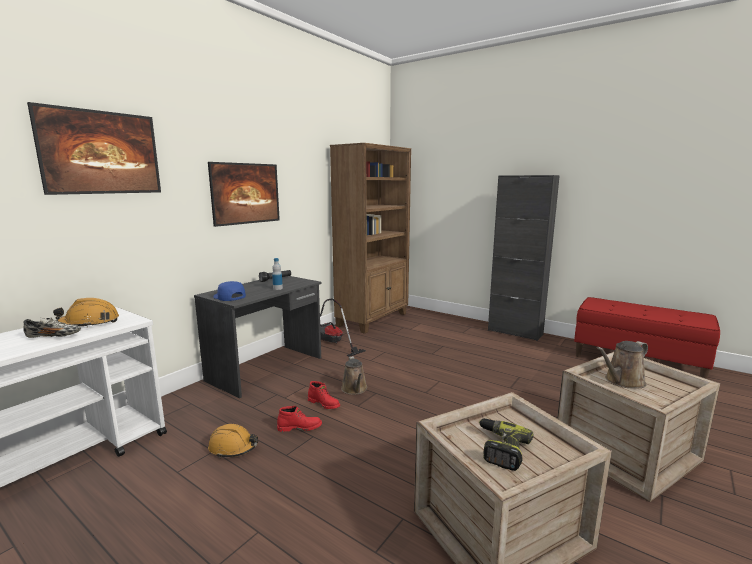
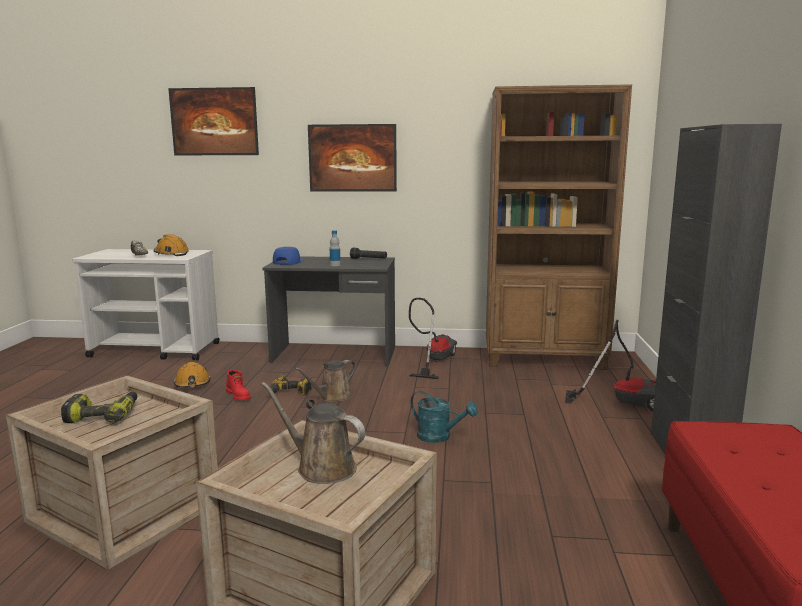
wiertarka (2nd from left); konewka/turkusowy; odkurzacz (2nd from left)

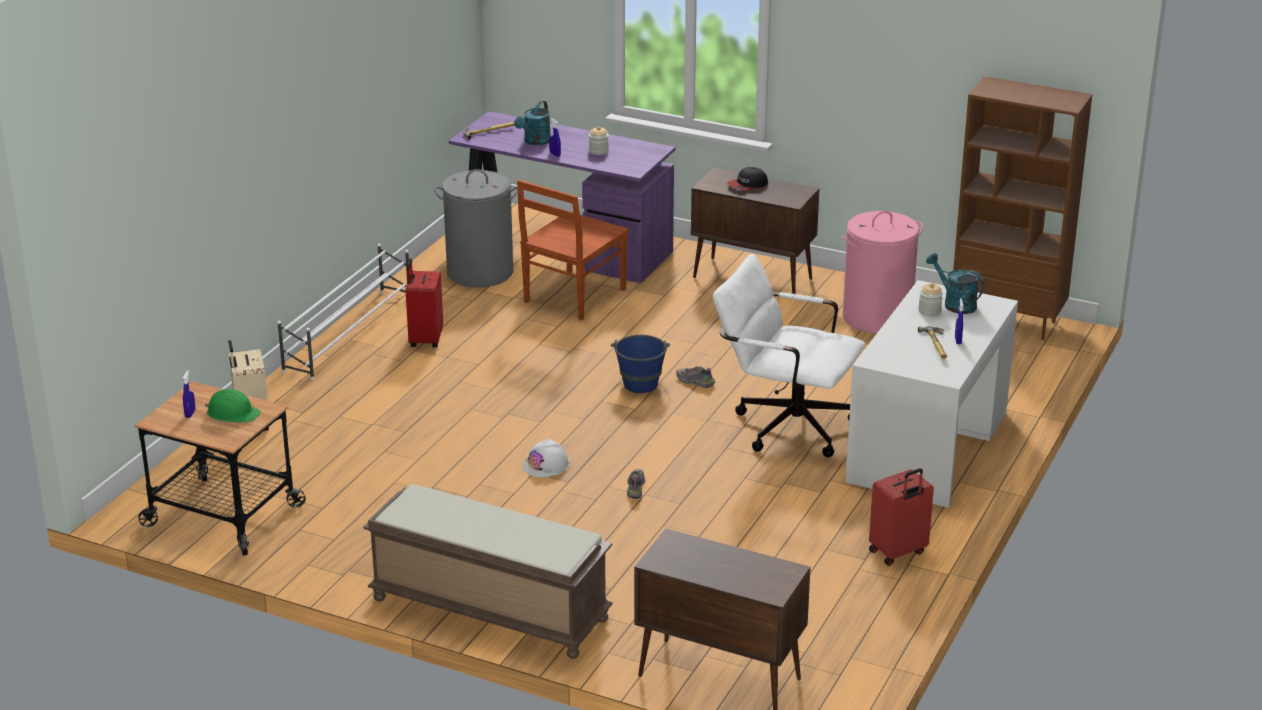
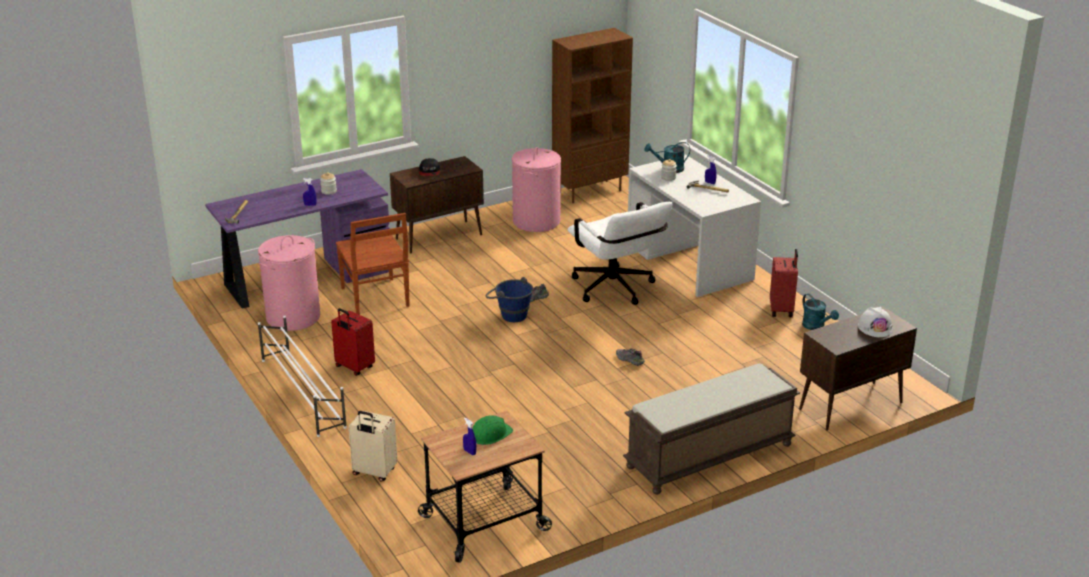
kosz na pranie/różowy (1st from left); krzesło biurowe/biały; konewka/turkusowy (2nd from left); kask/biały

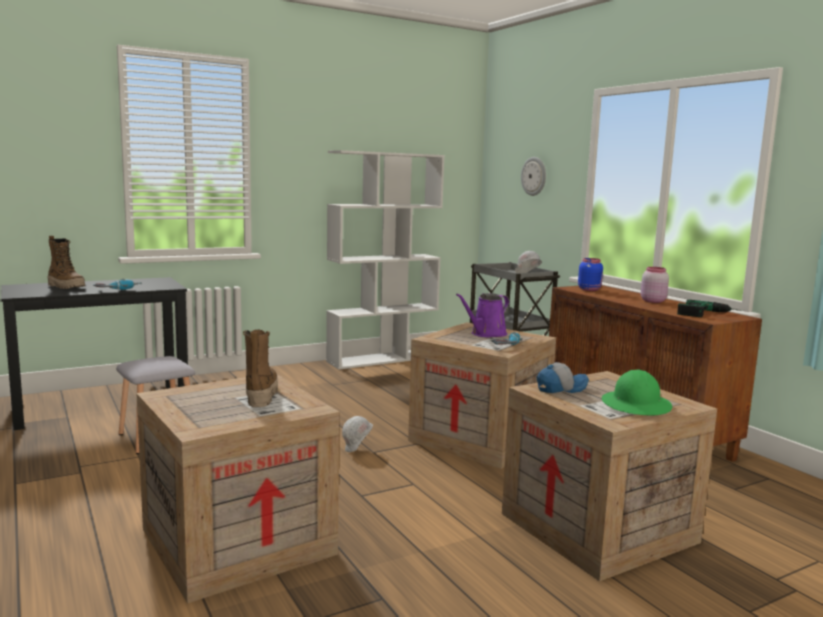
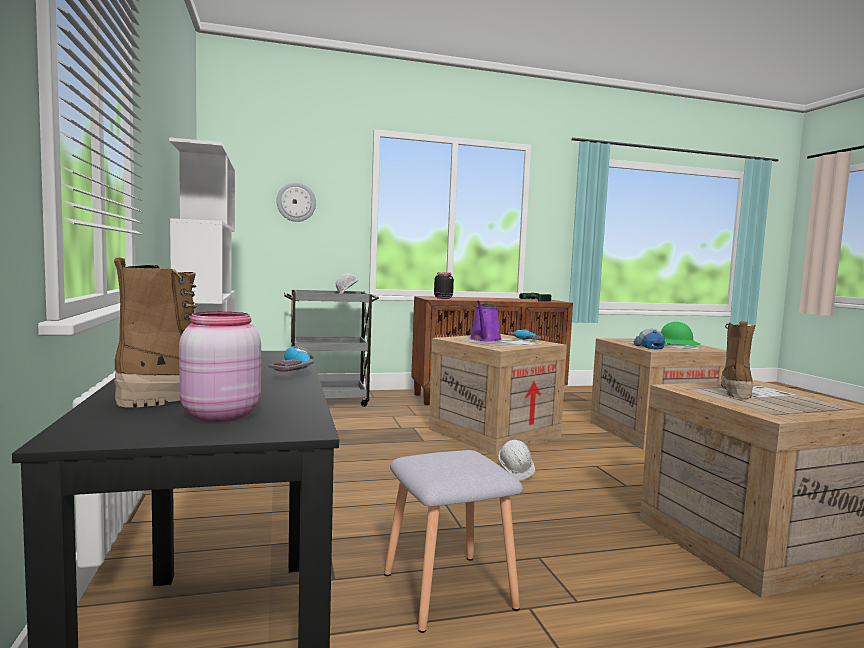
słoik/różowy; słoik/czarny; konewka/fioletowy; but z cholewką (2nd from left)

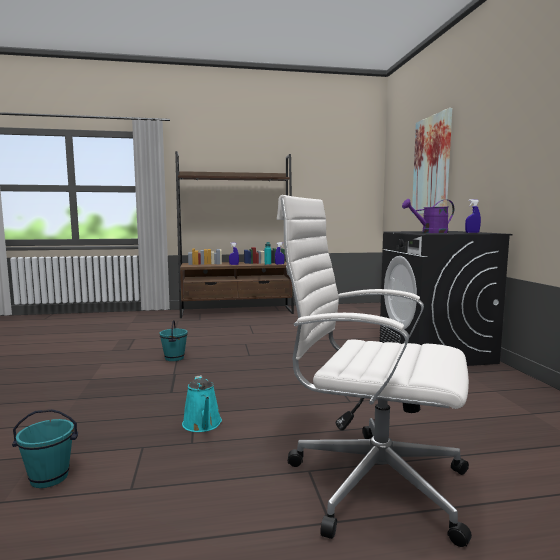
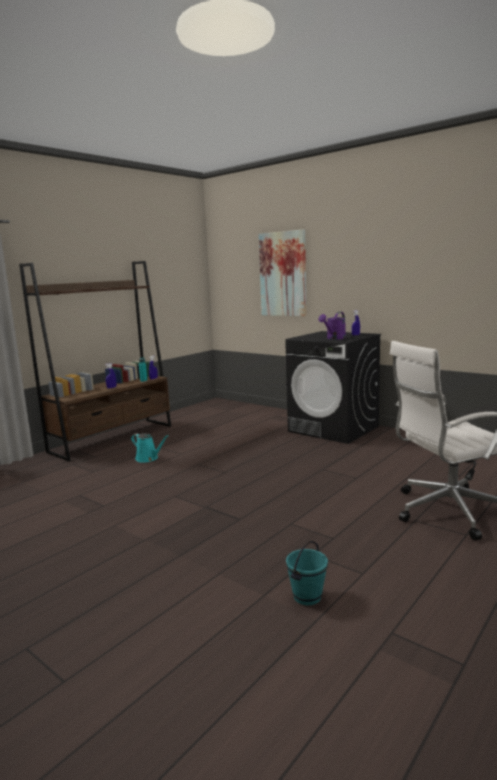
konewka/turkusowy; wiadro/turkusowy (2nd from left in the first image)

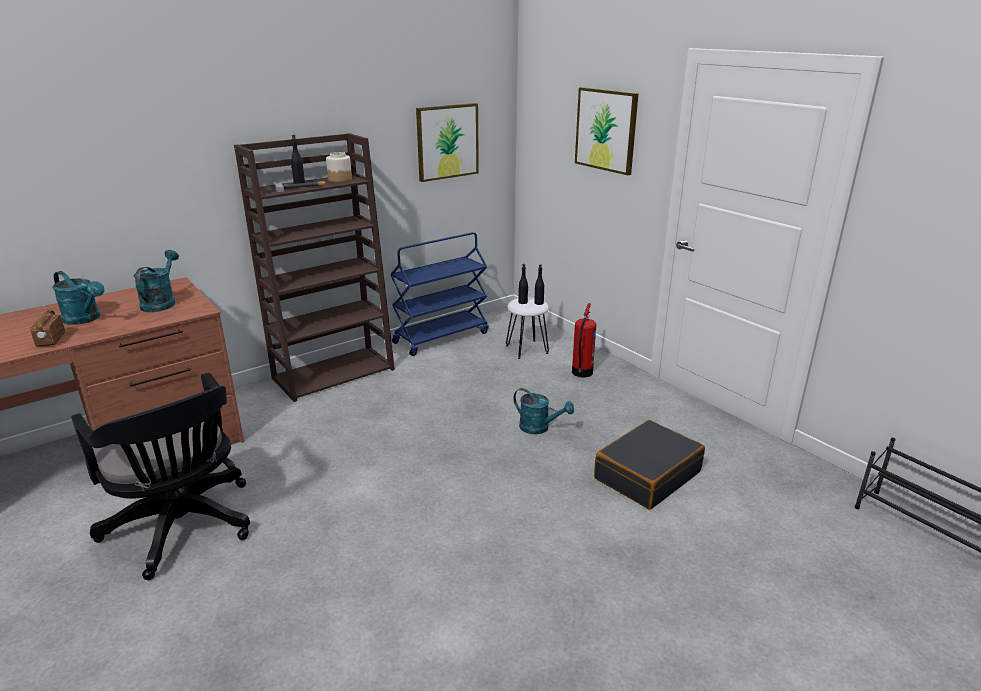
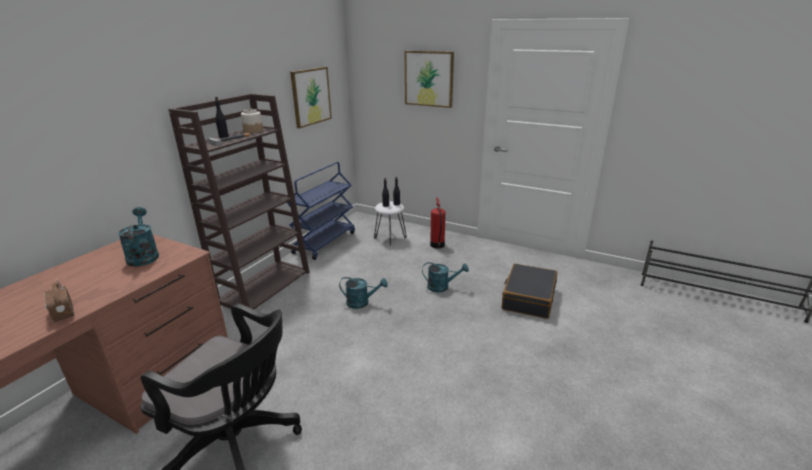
konewka/turkusowy (2nd from left)

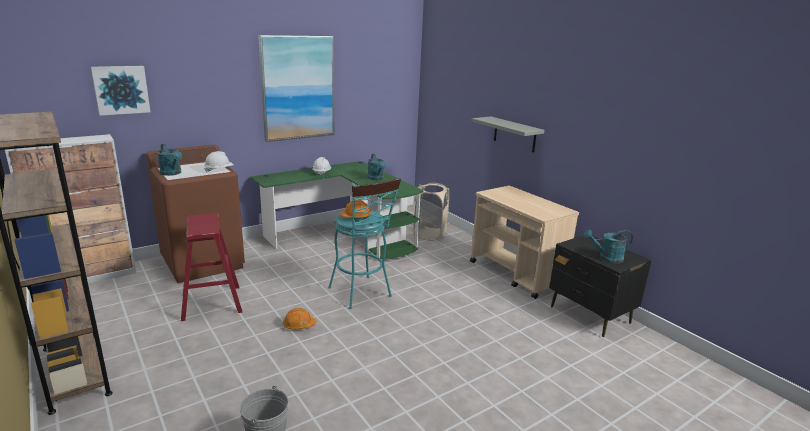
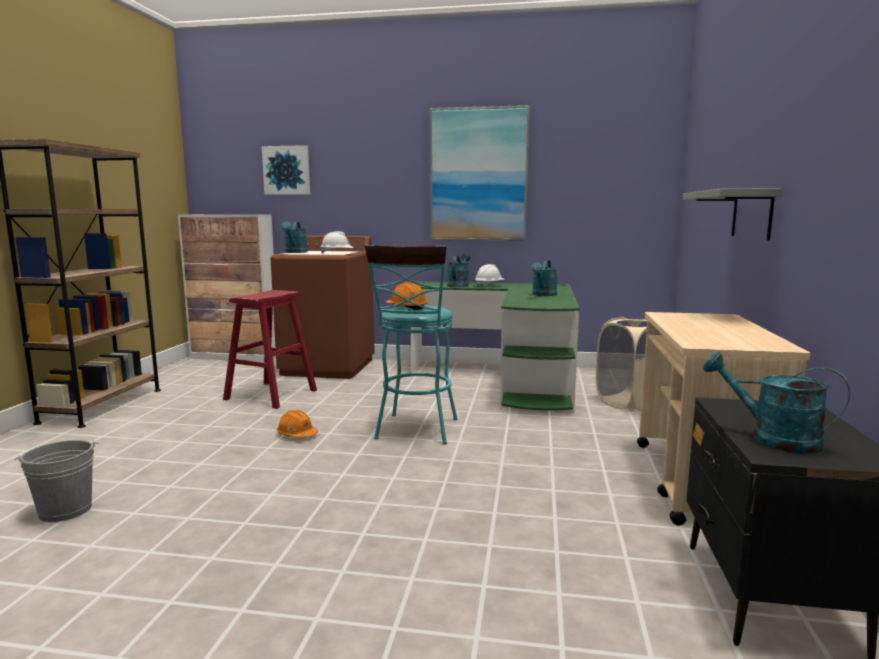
konewka/turkusowy (2nd from left)

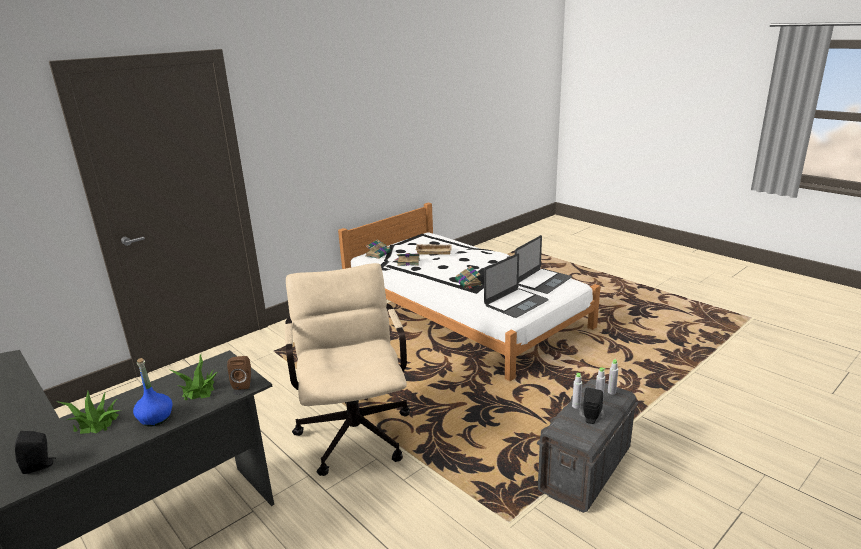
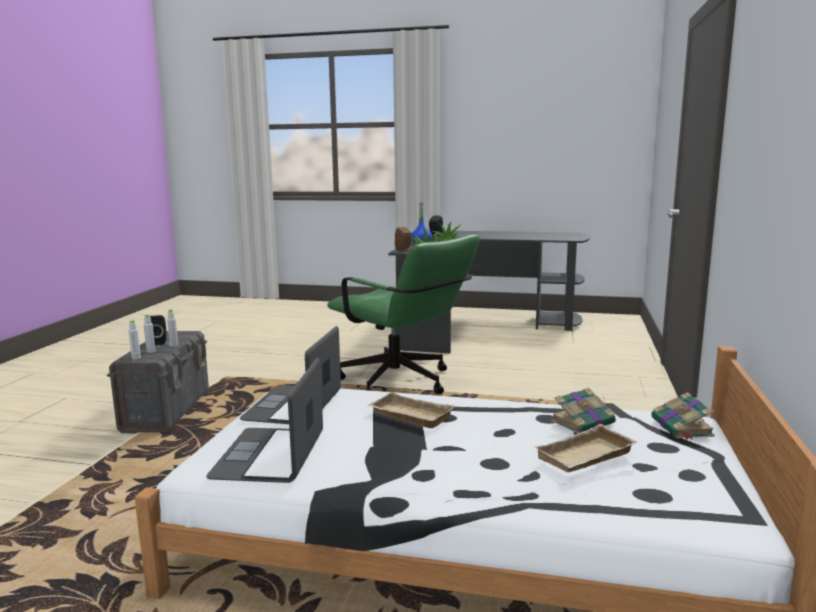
krzesło biurowe/zielony; taca/beżowy (1st from left)

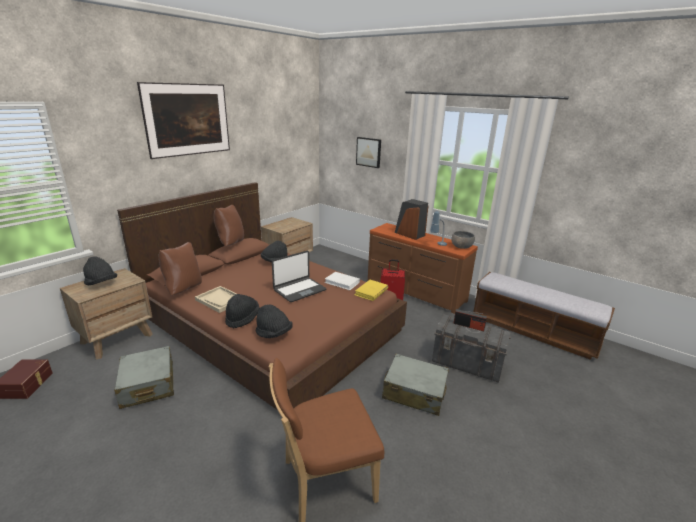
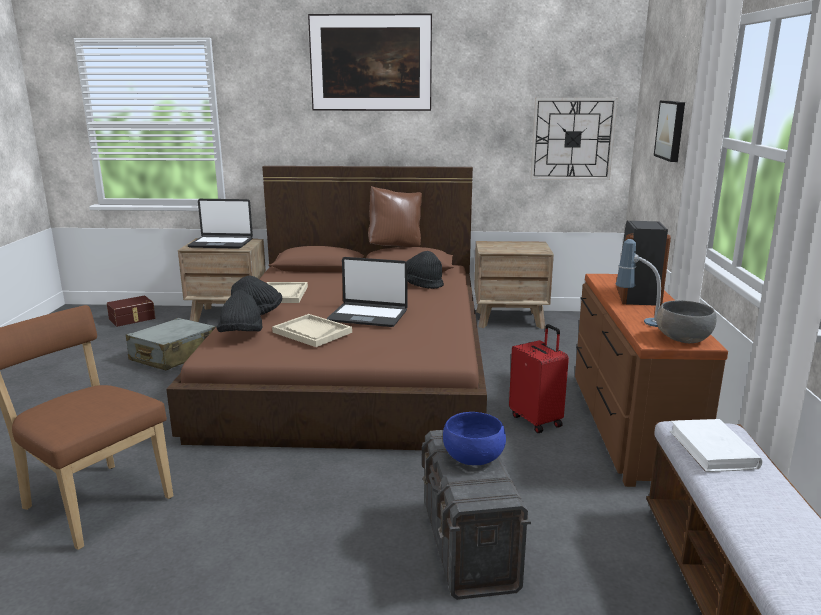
laptop (1st from left); taca/beżowy (2nd from left); miska/niebieski; zegar ścienny; książka/biały; poduszka/brązowy (1st from left in the first image); książka/żółty; walizka/szary (2nd from left in the first image)

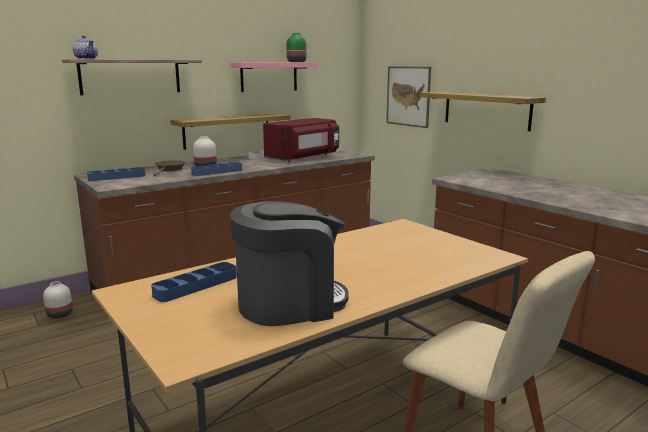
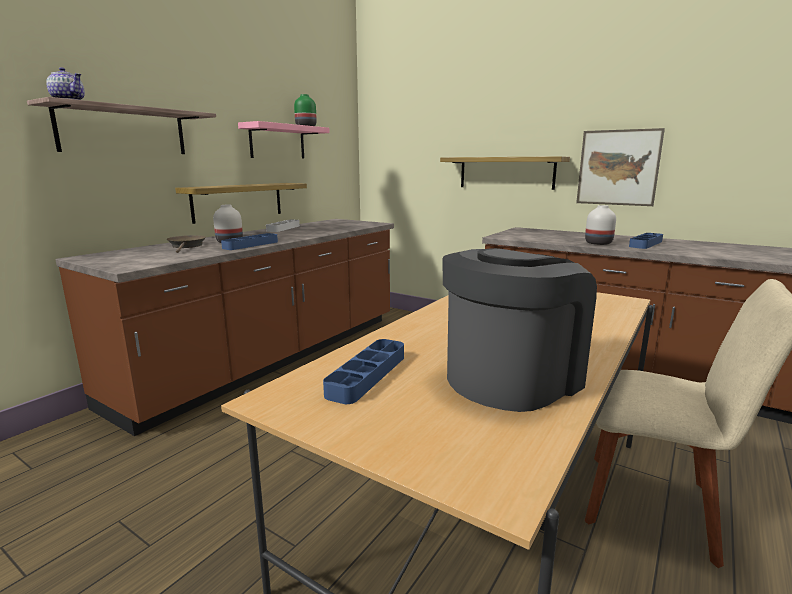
obraz; wazon/biały (2nd from left); taca/niebieski (3rd from left); mikrofalówka/czerwony

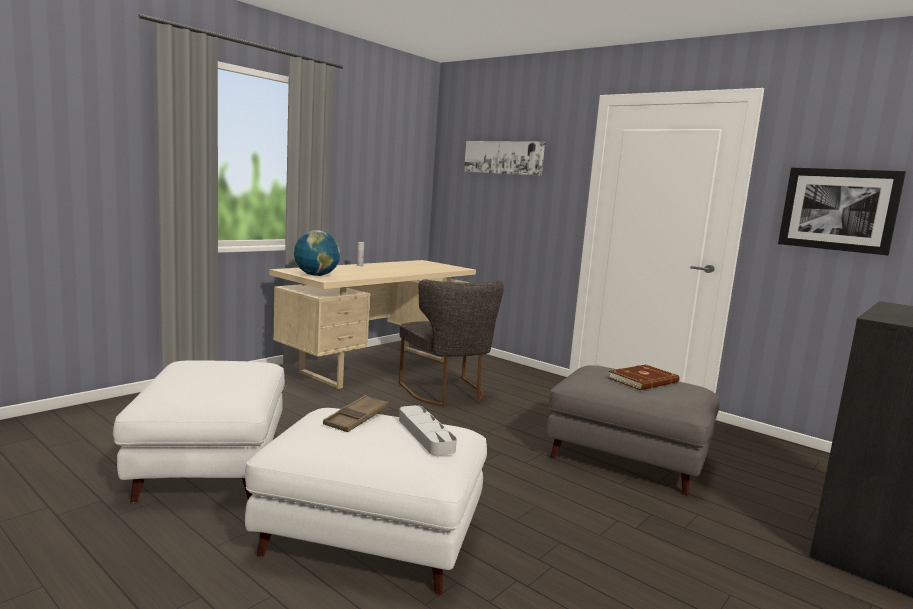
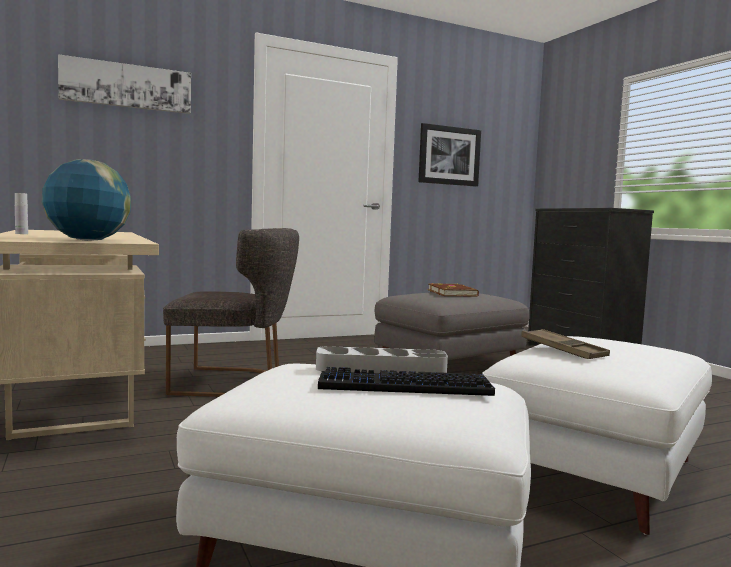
taca/szary; klawiatura

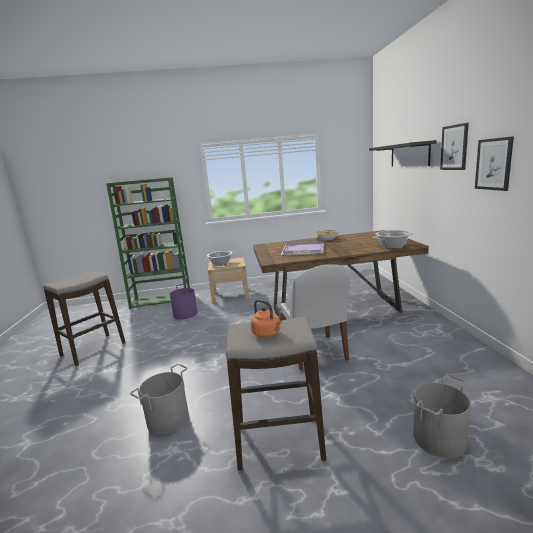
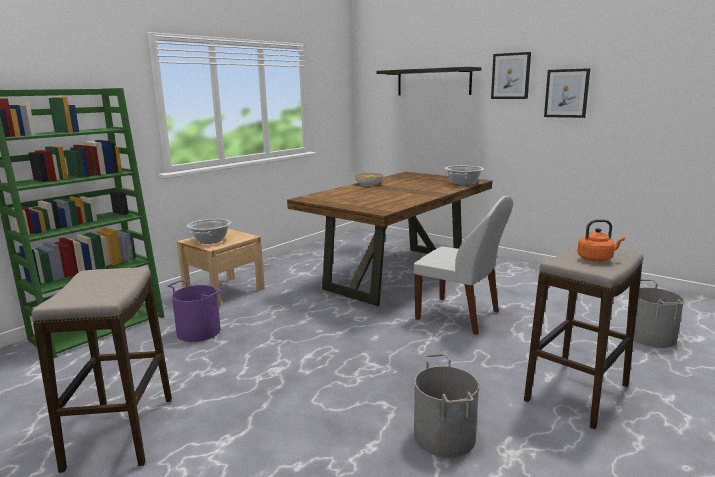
taca/fioletowy

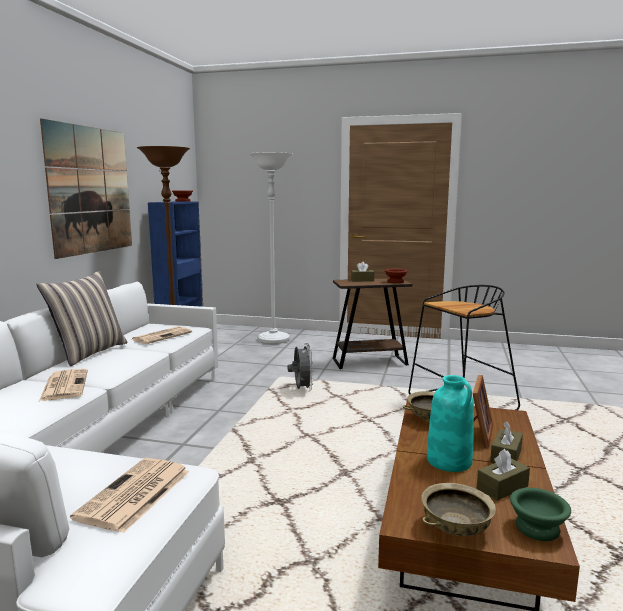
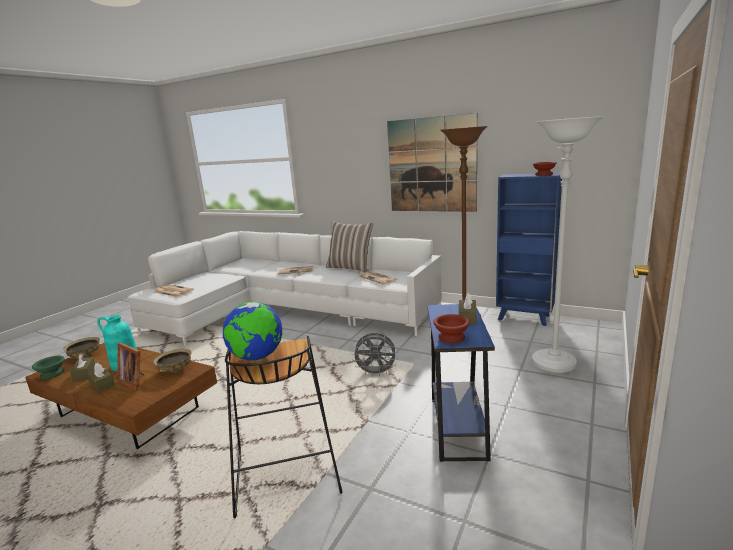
globus; stolik/niebieski

